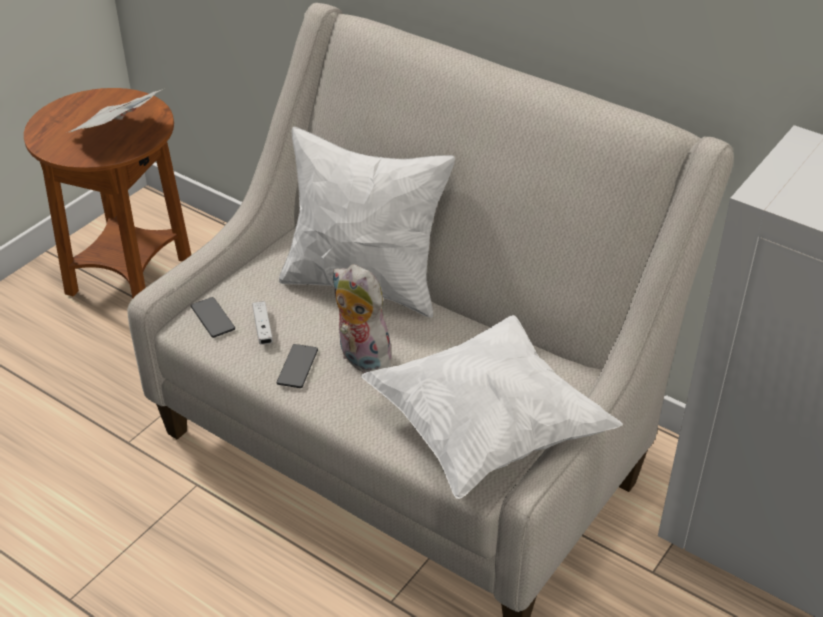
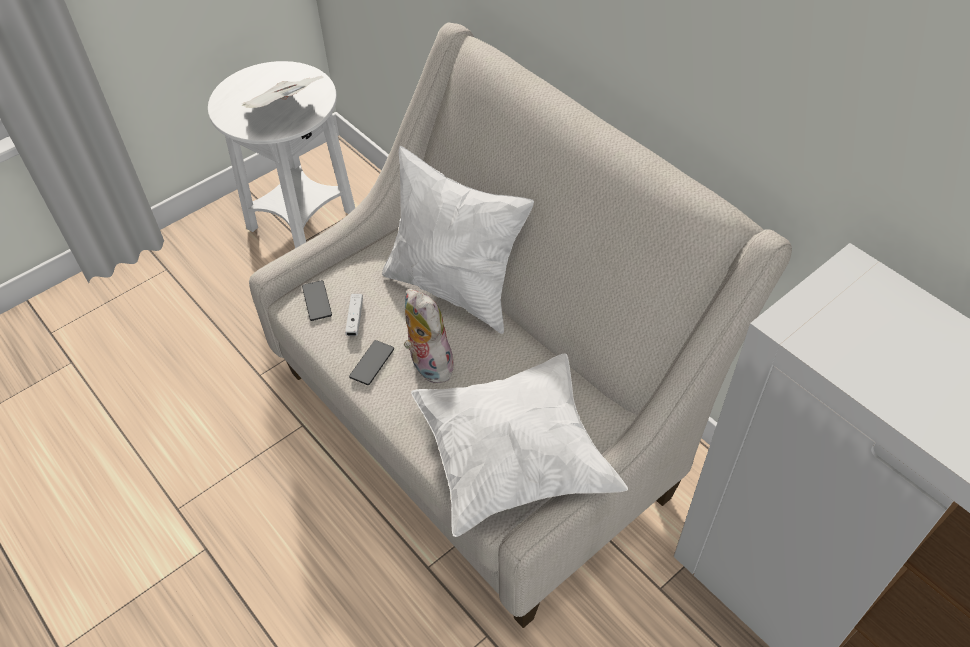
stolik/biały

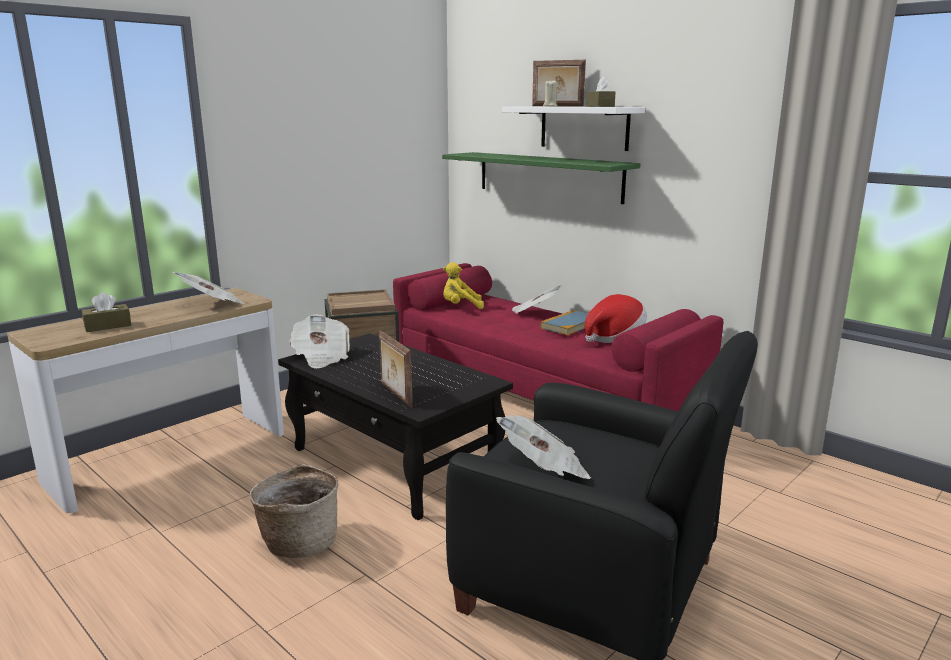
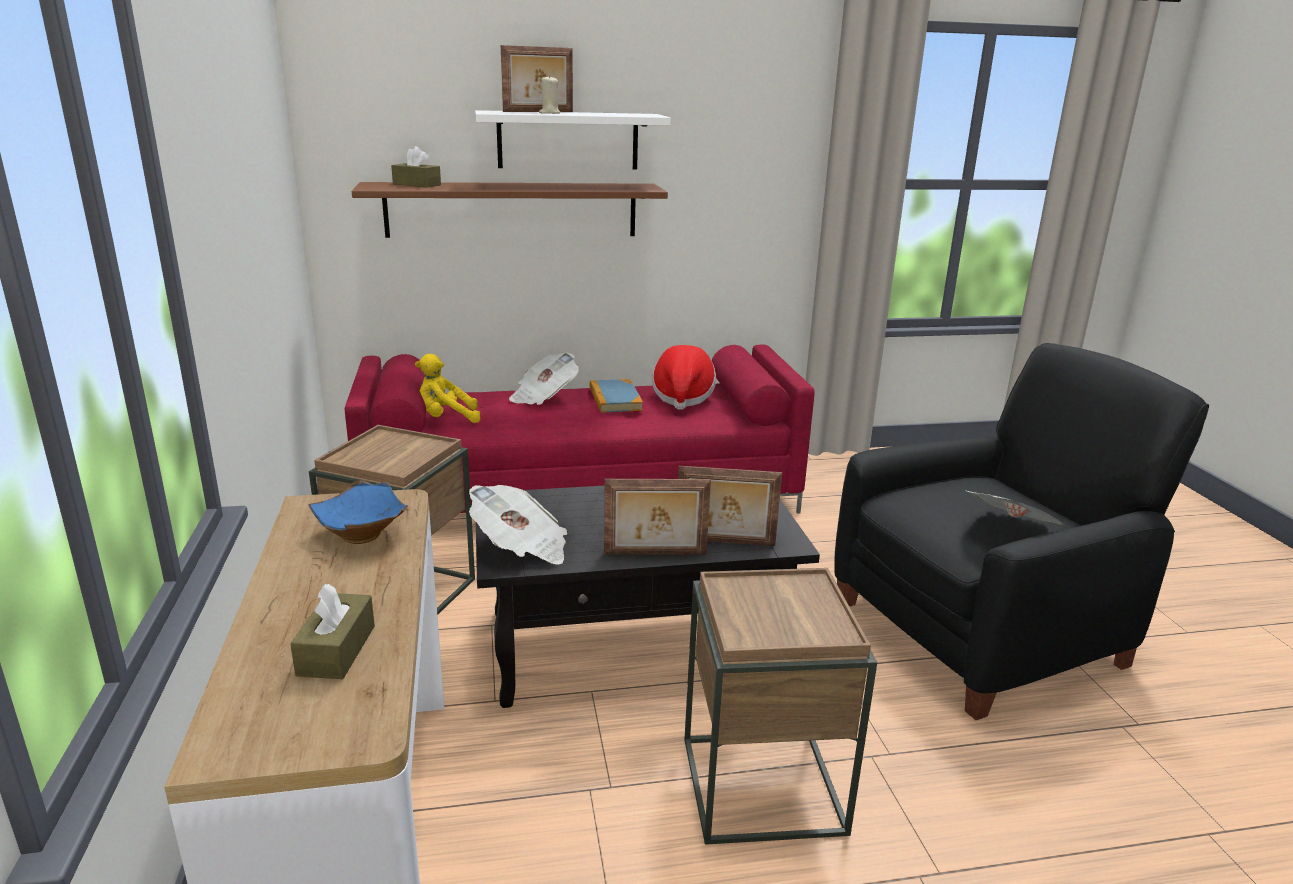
miska/niebieski; półka/brązowy; pudełko chusteczek/brązowy (2nd from left); pluszak/żółty; ramka na zdjęcie (2nd from left); stolik/brązowy (2nd from left)

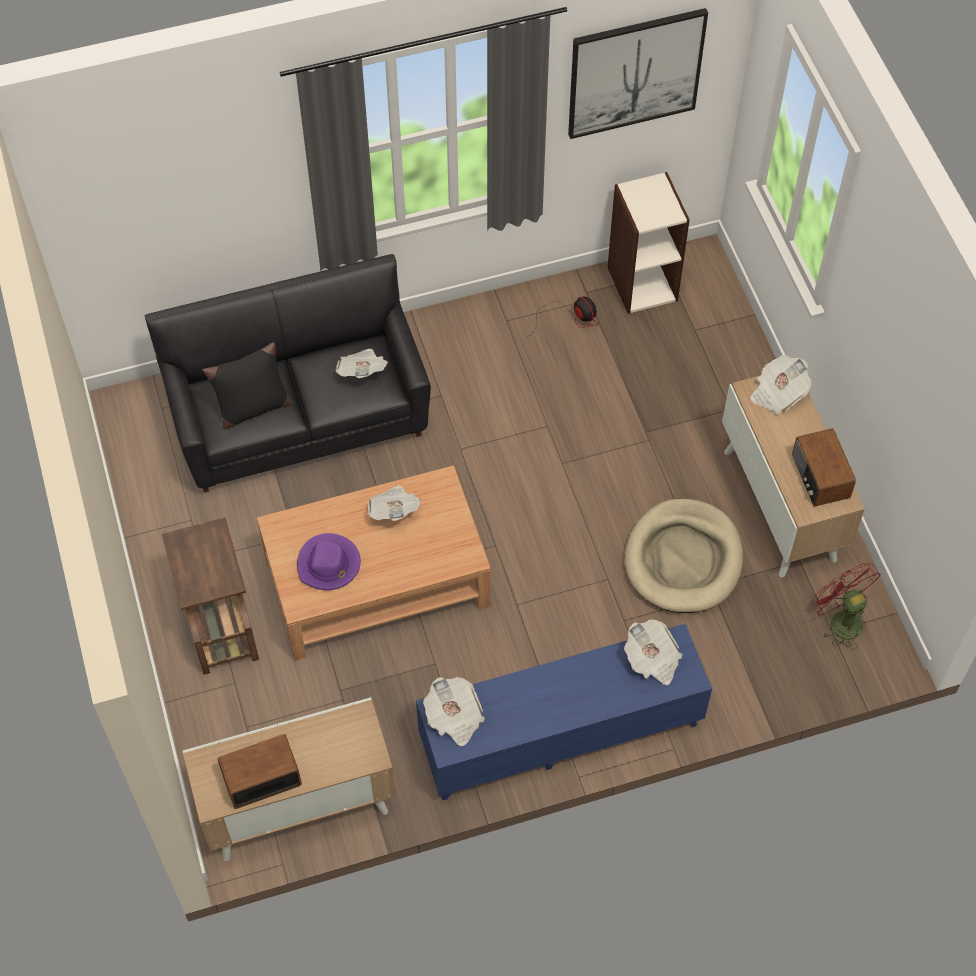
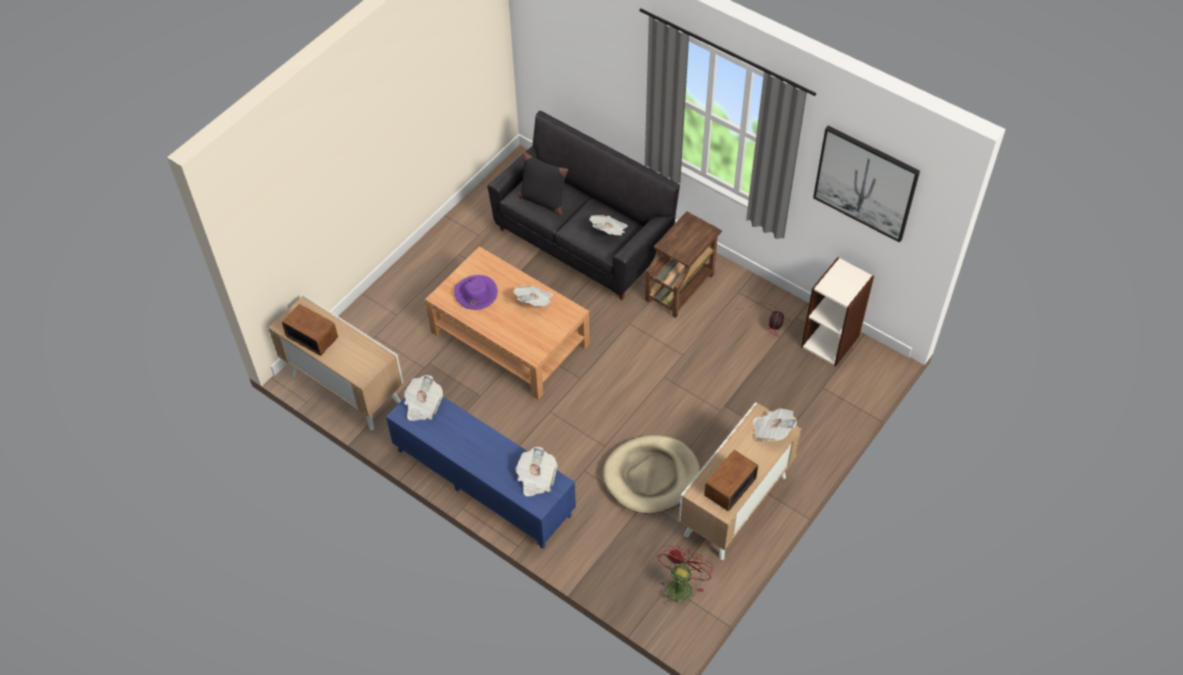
stolik/brązowy

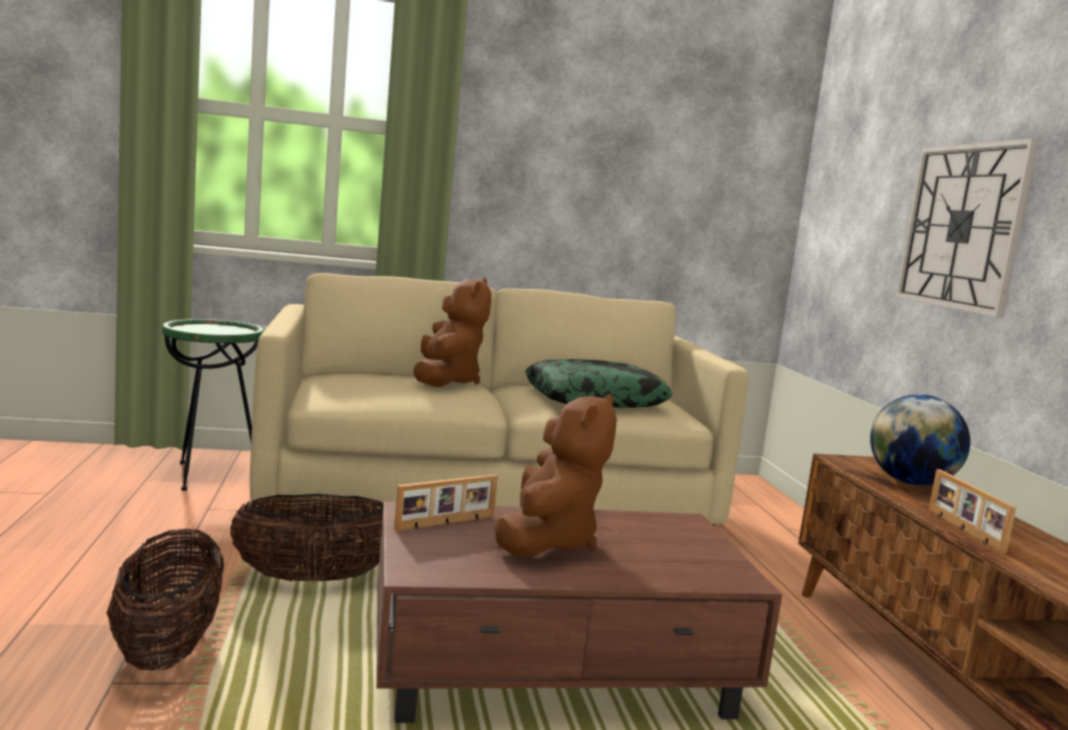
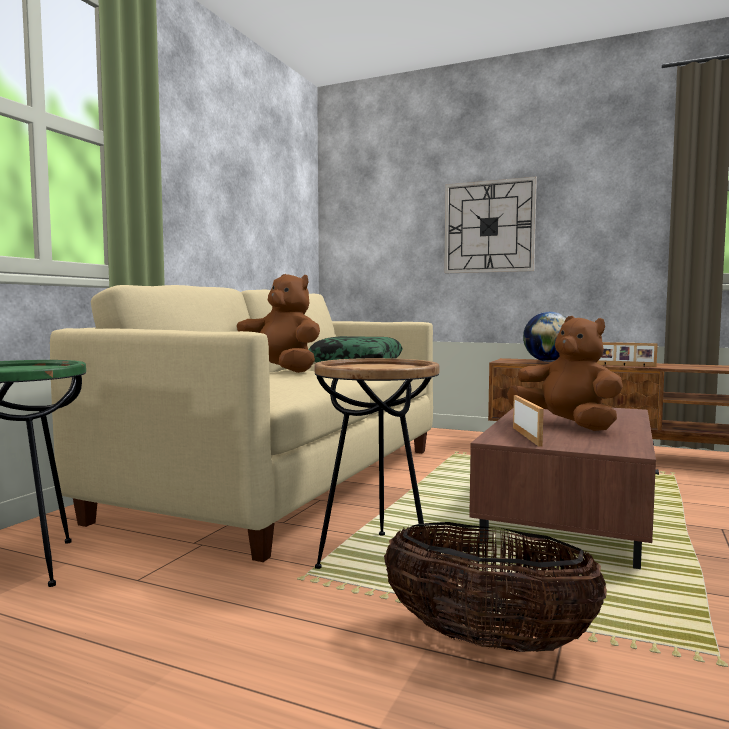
stolik/brązowy

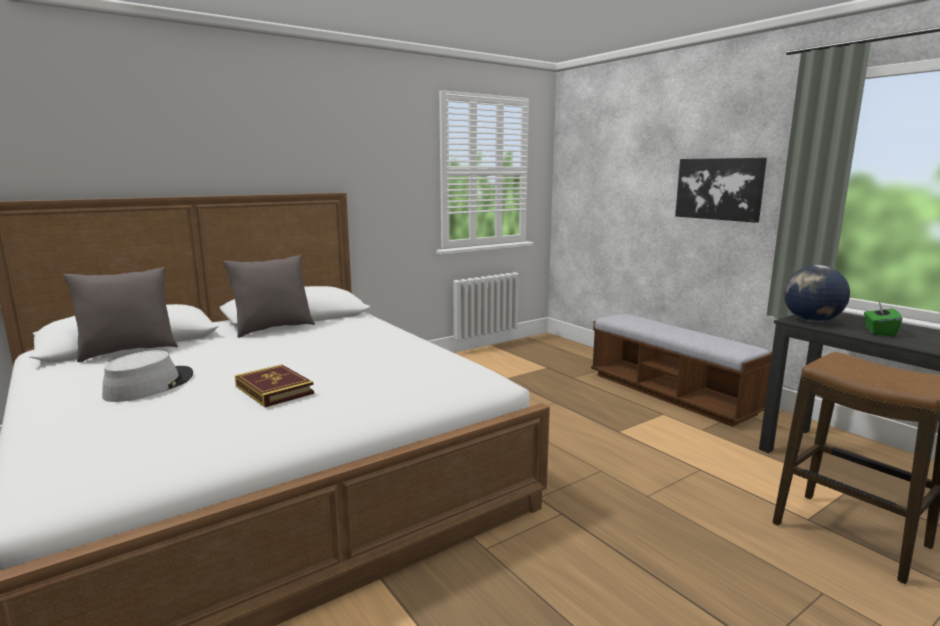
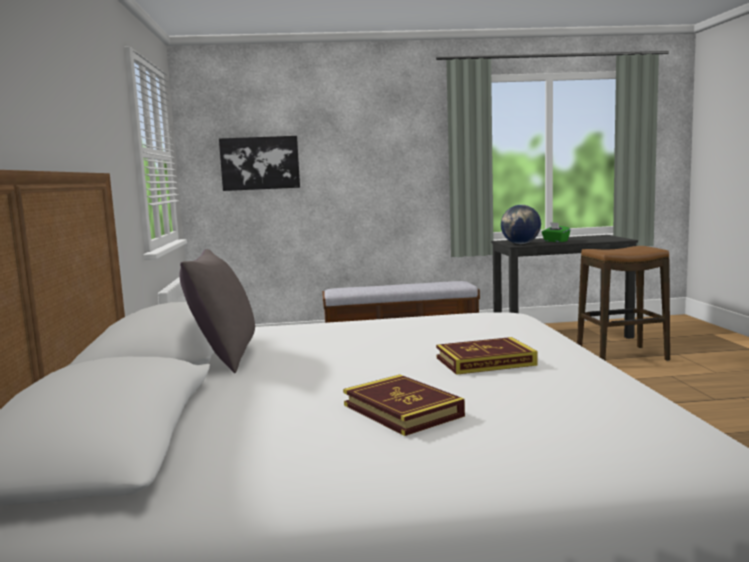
obraz; książka (1st from left); poduszka/szary (1st from left in the first image)

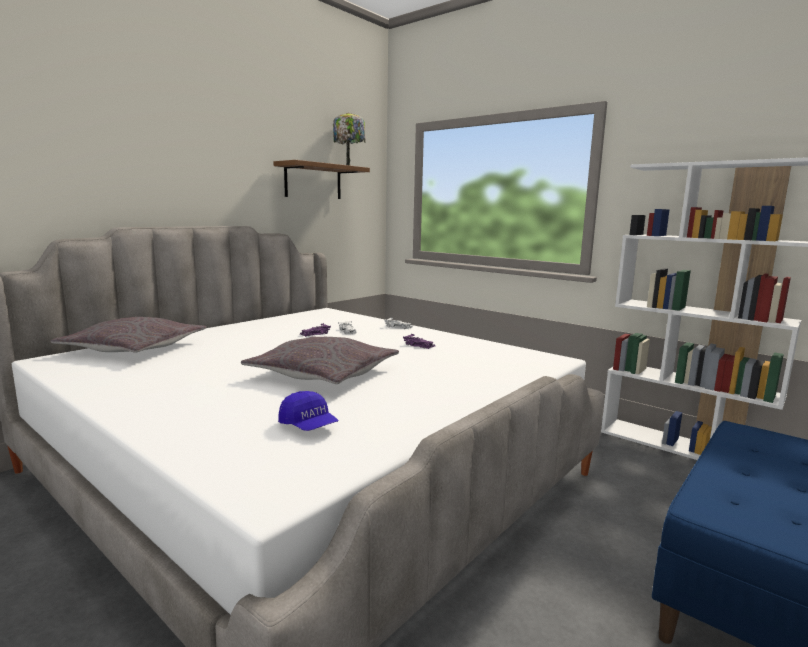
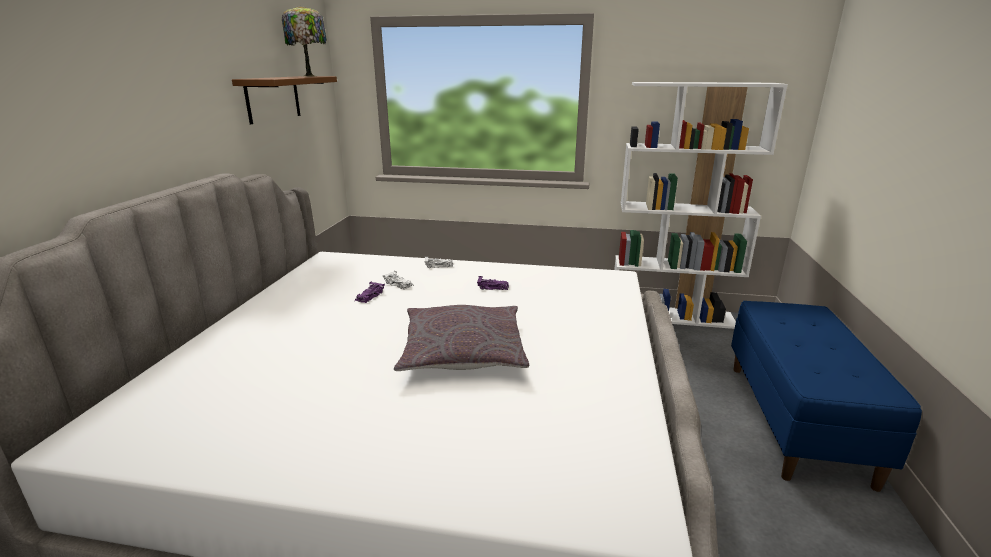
poduszka/szary (1st from left in the first image); czapka z daszkiem/niebieski

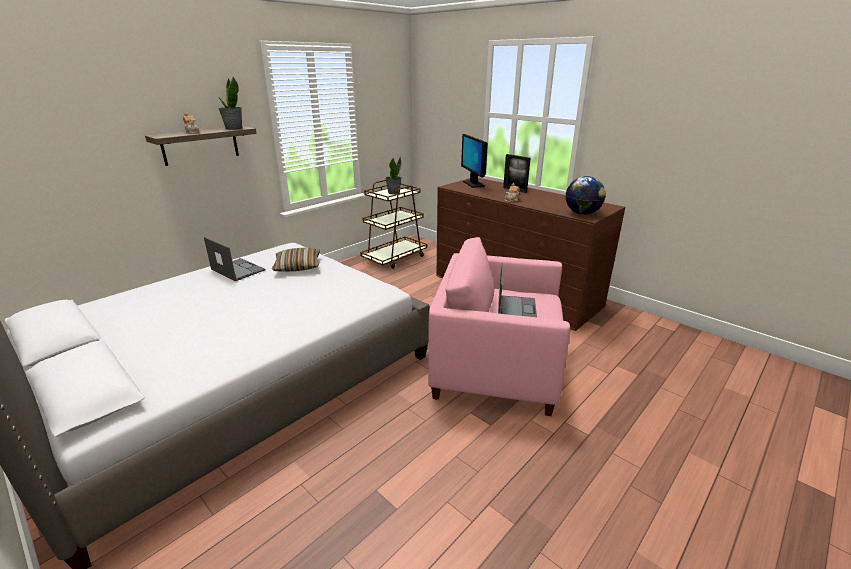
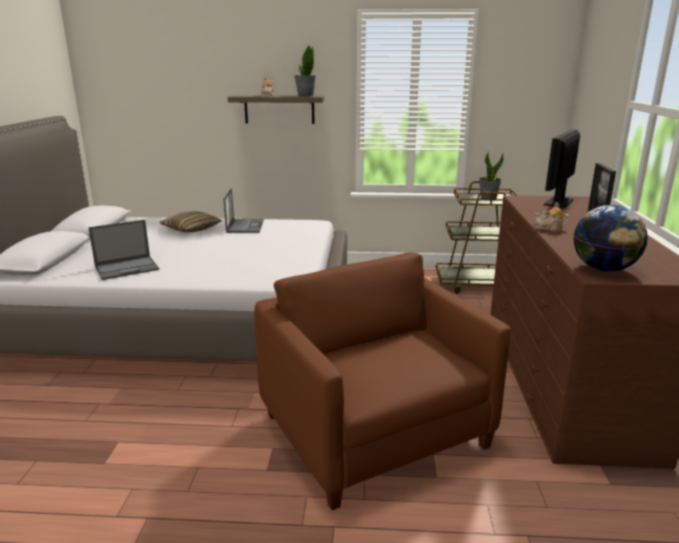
laptop (1st from left); poduszka; fotel/brązowy

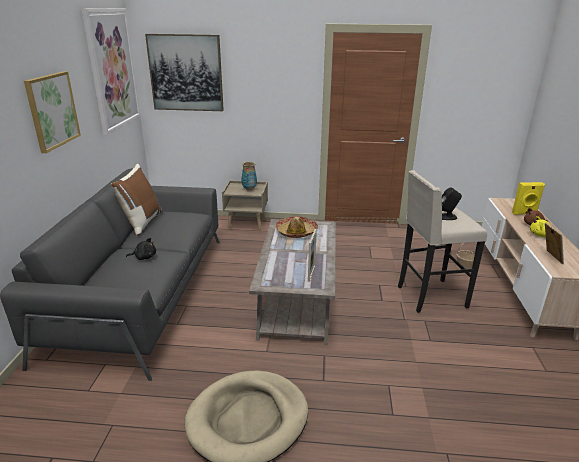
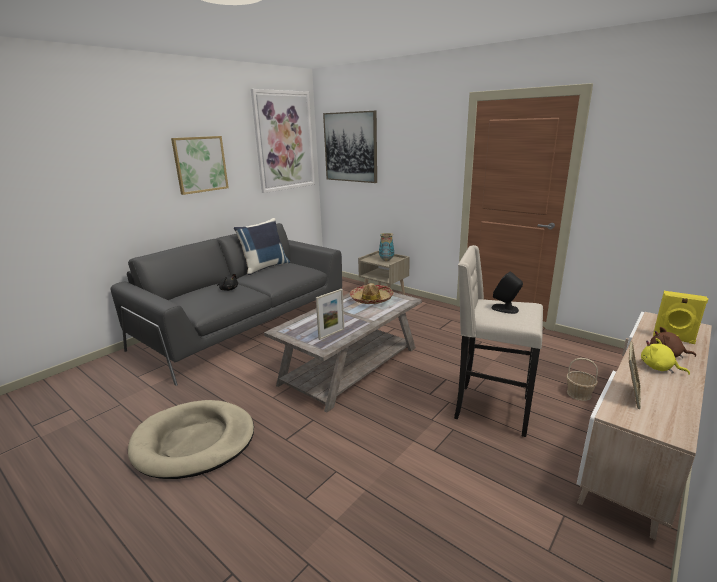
poduszka/niebieski

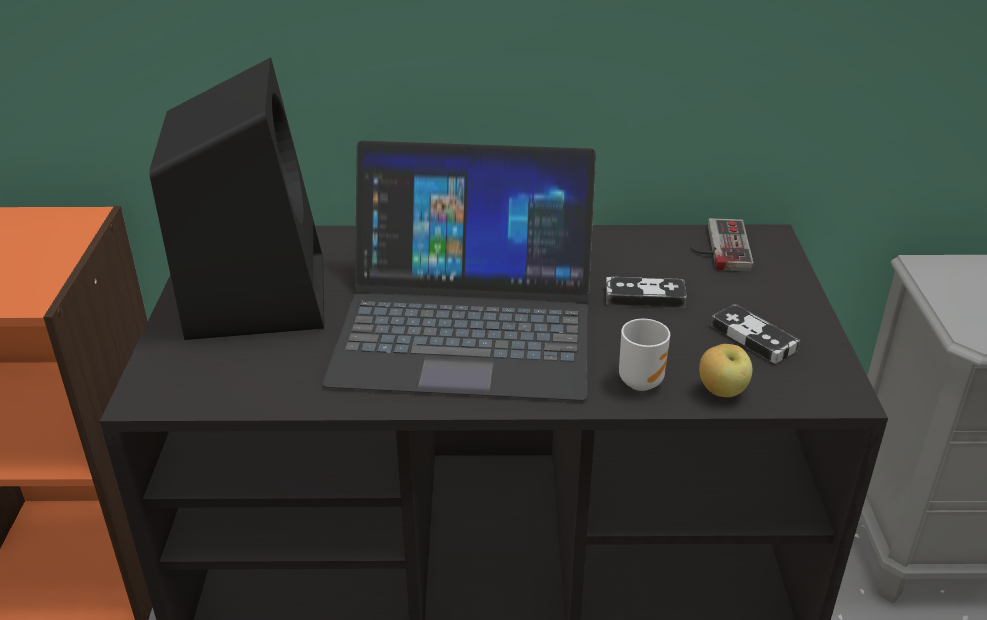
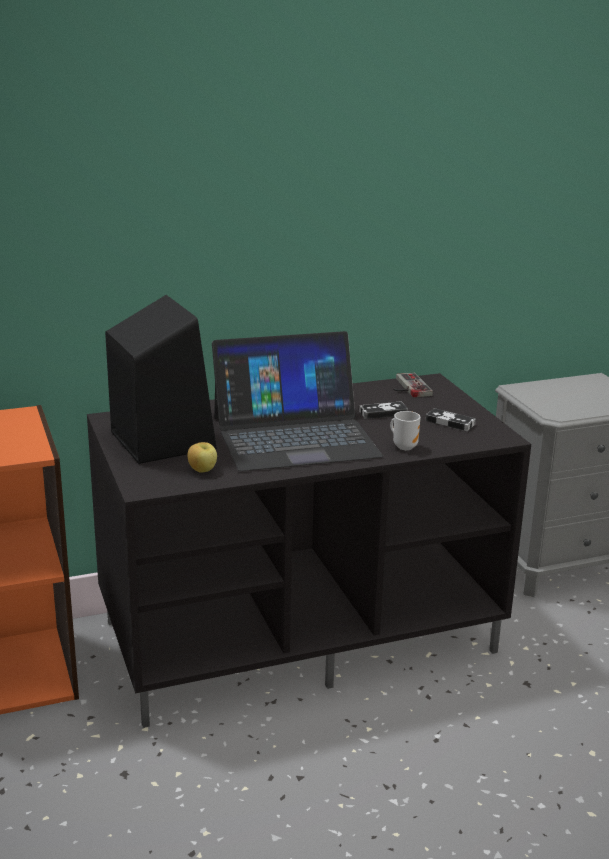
jabłko

